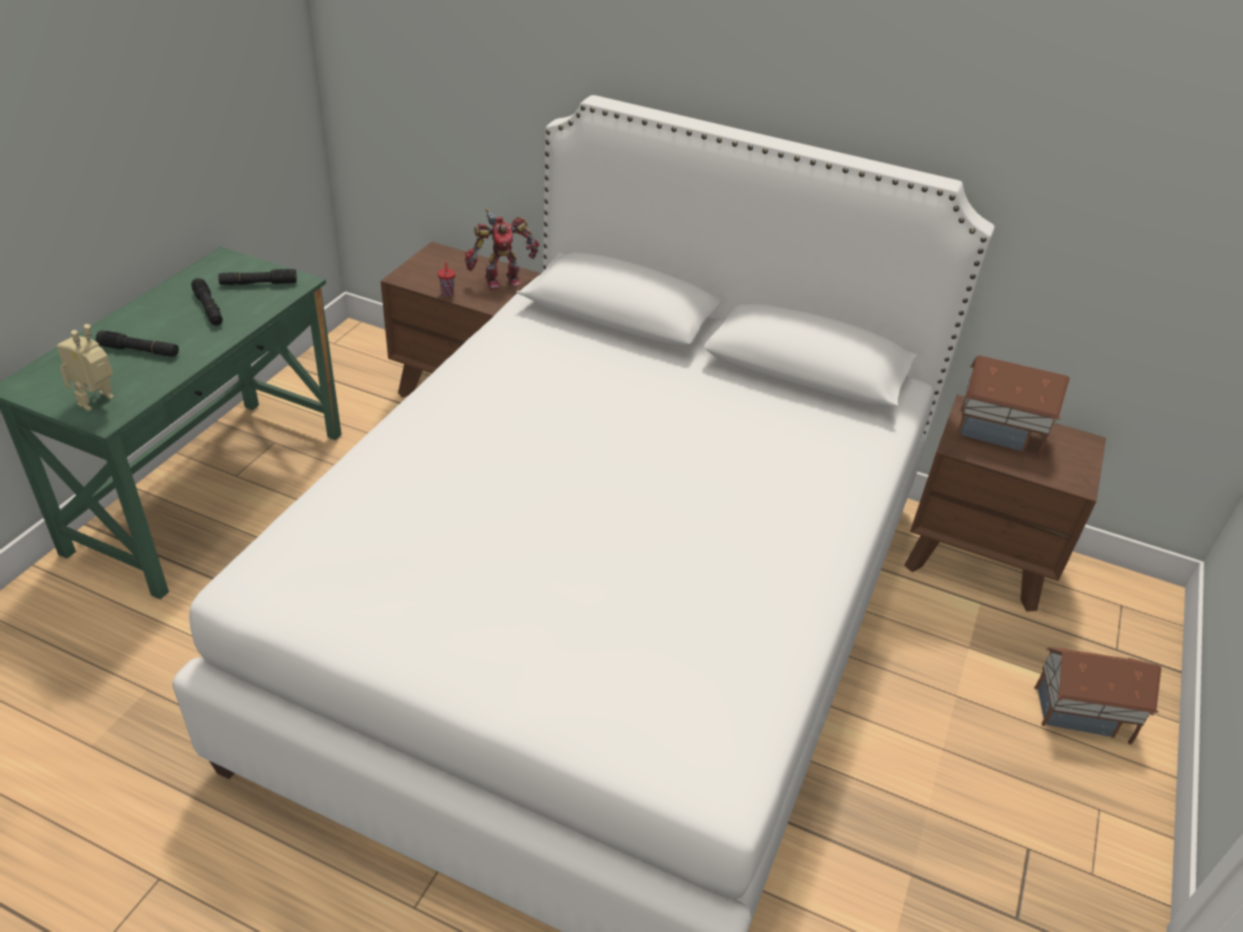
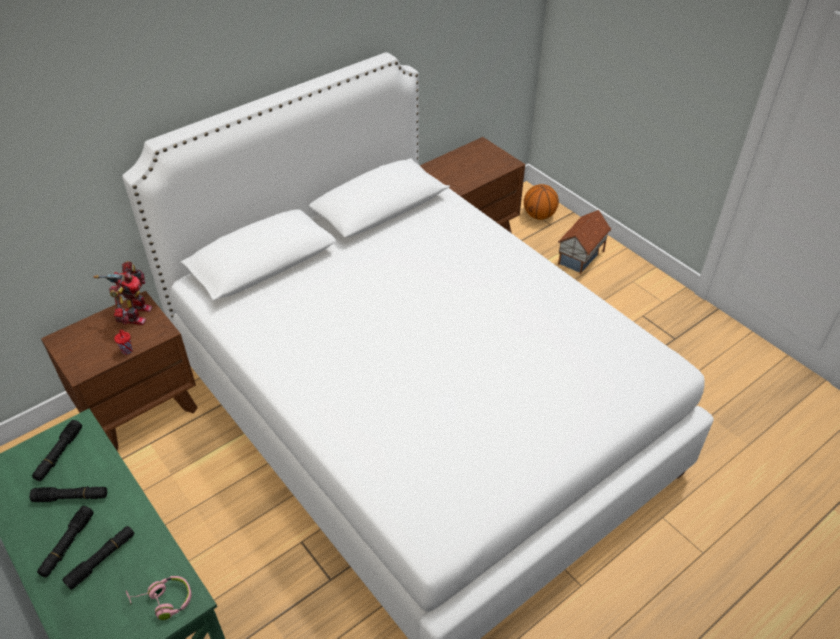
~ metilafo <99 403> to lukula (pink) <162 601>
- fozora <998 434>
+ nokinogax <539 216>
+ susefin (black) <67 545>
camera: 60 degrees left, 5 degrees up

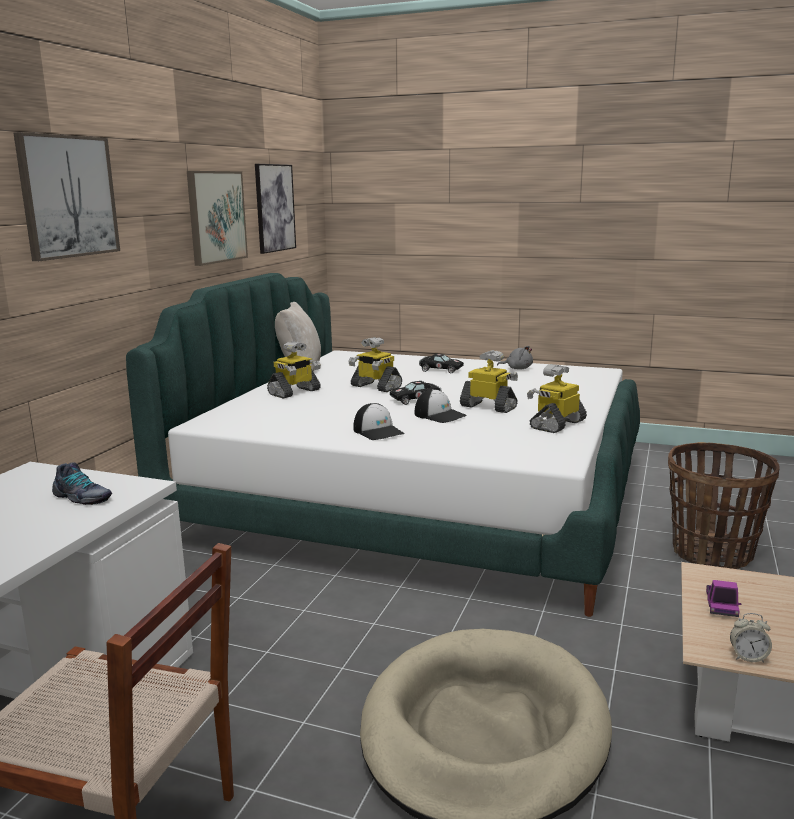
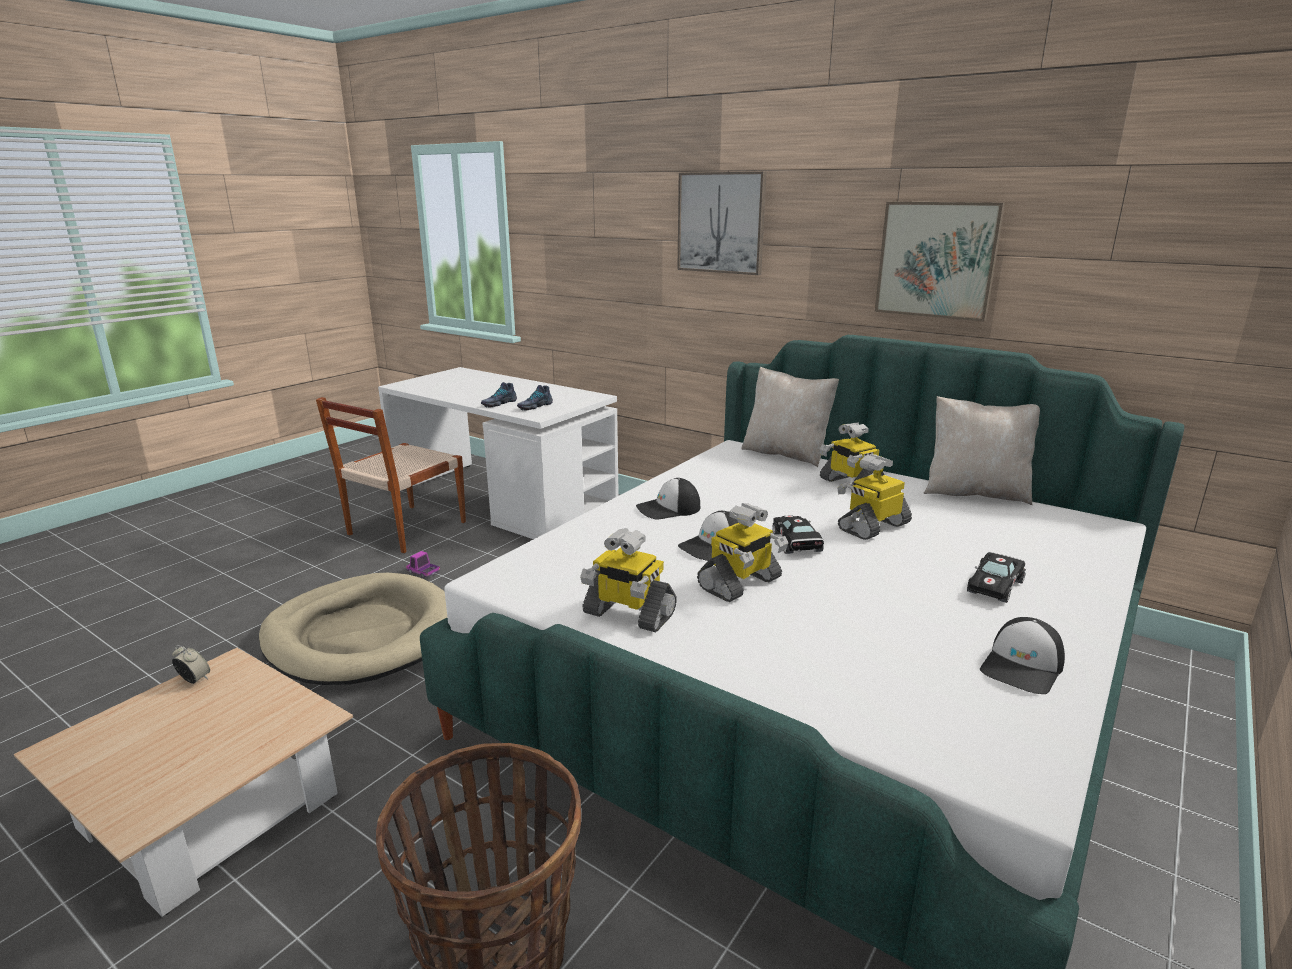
- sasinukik <274 208>
~ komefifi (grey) <517 368> to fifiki <1022 667>
~ metilafo <557 424> = <628 614> 150 degrees clockwise
~ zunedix <721 607> to <423 572>
~ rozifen <748 657> = <194 680> 90 degrees clockwise
+ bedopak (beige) <786 454>
+ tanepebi <498 403>
camera: 105 degrees right, 5 degrees up

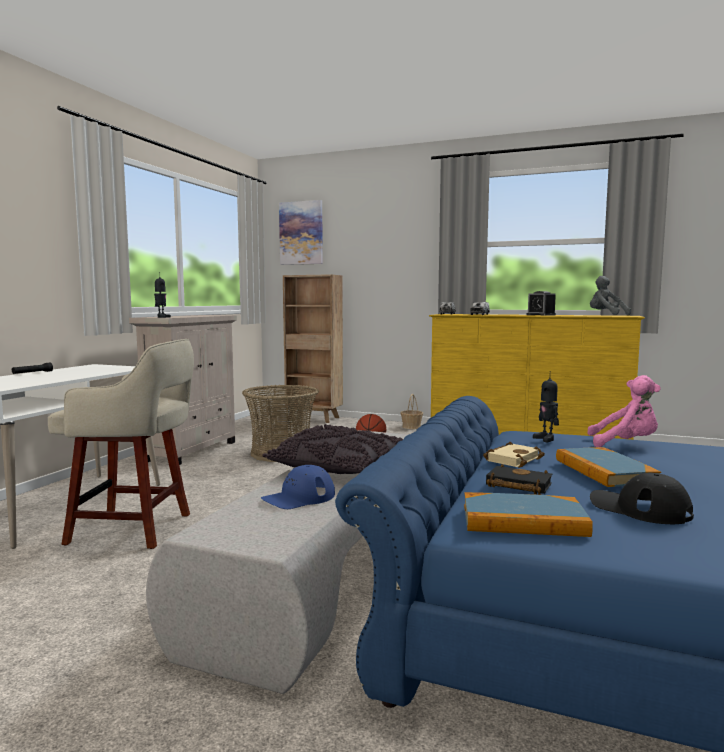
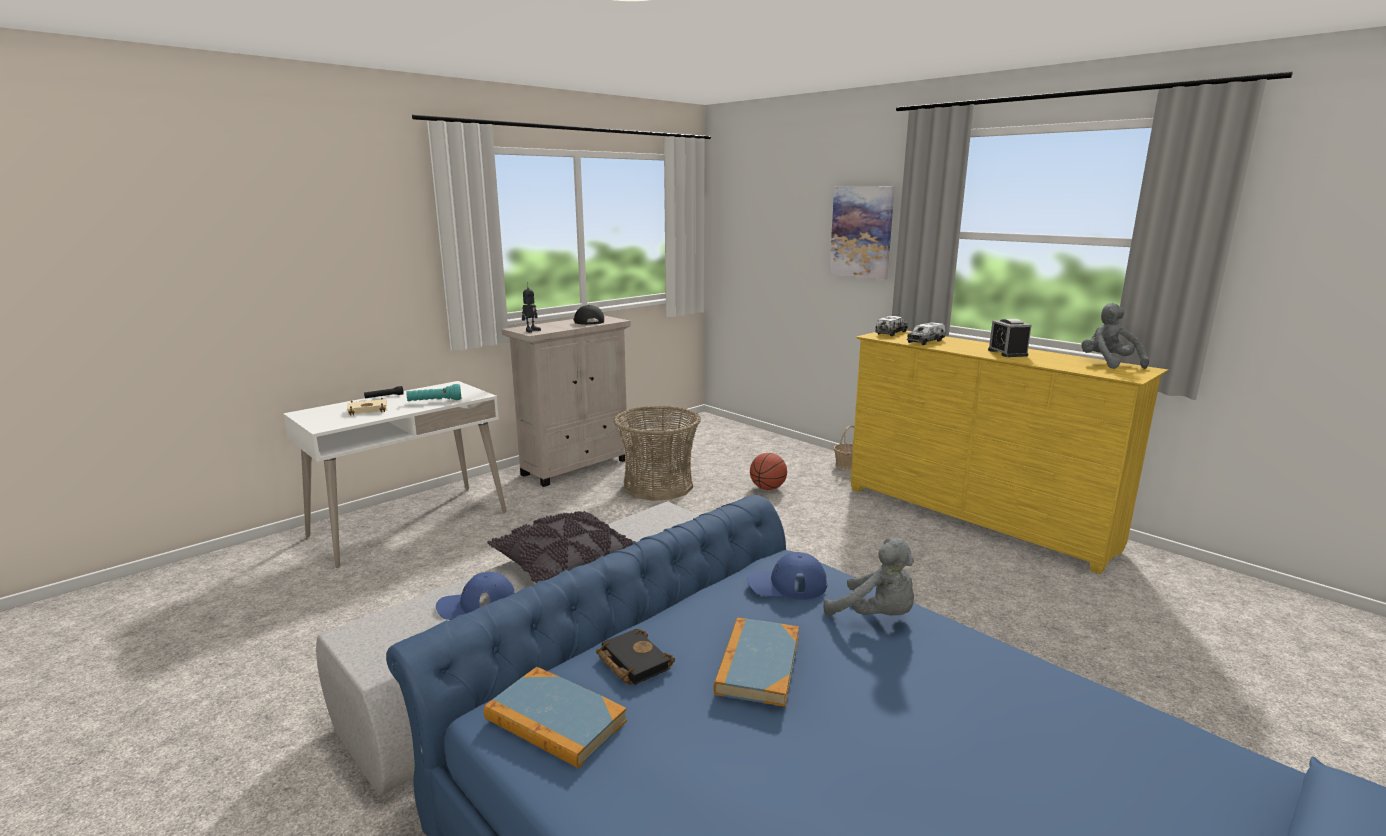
~ sasinukik <301 233> to <862 232>
- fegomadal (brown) <314 418>
- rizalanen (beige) <135 529>
~ metilafo <546 439> to fifiki (blue) <786 584>
~ komefifi (pink) <625 444> to komefifi (grey) <876 616>
~ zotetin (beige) <512 459> to <369 410>
~ fifiki (black) <639 508> to <588 321>
+ susefin (turquoise) <435 401>
camera: 25 degrees right, 10 degrees up

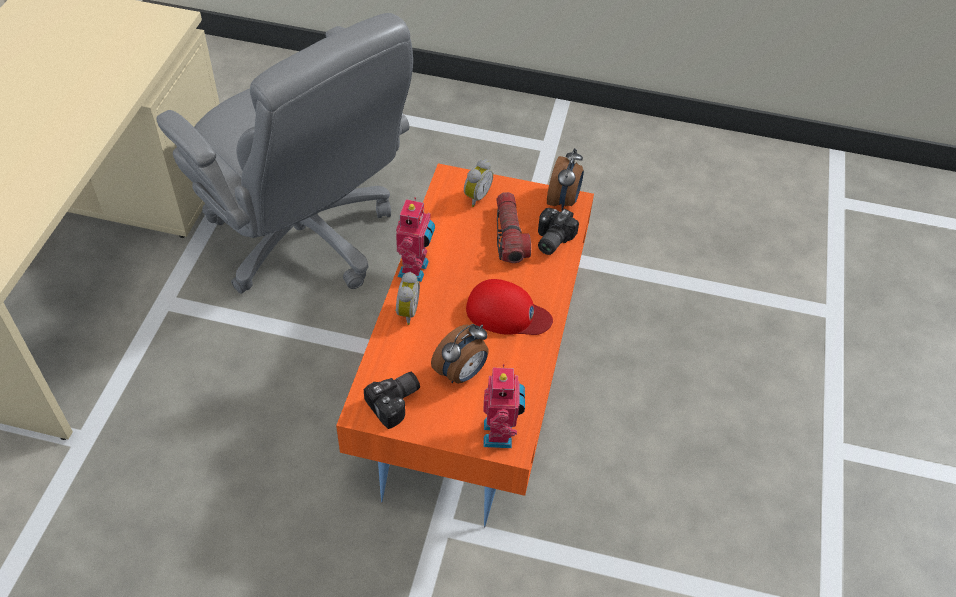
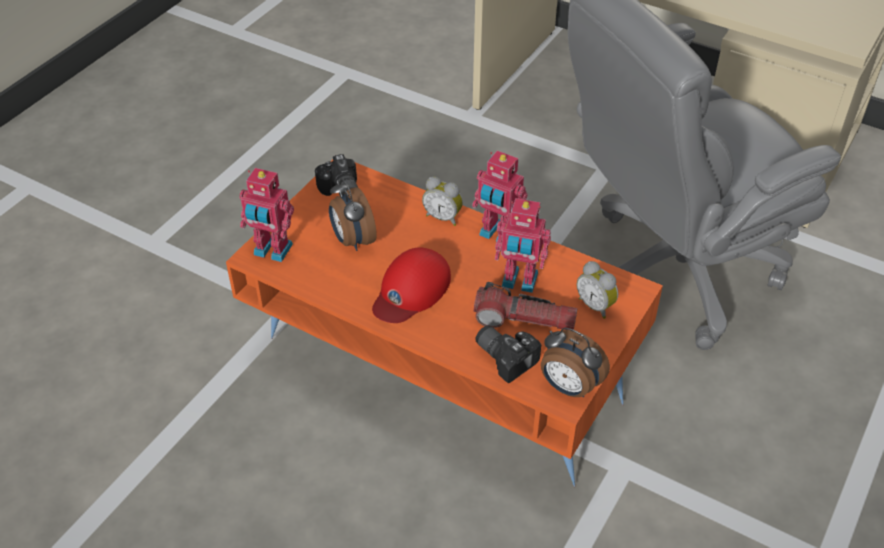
+ metilafo <519 282>
camera: 110 degrees right, 5 degrees down

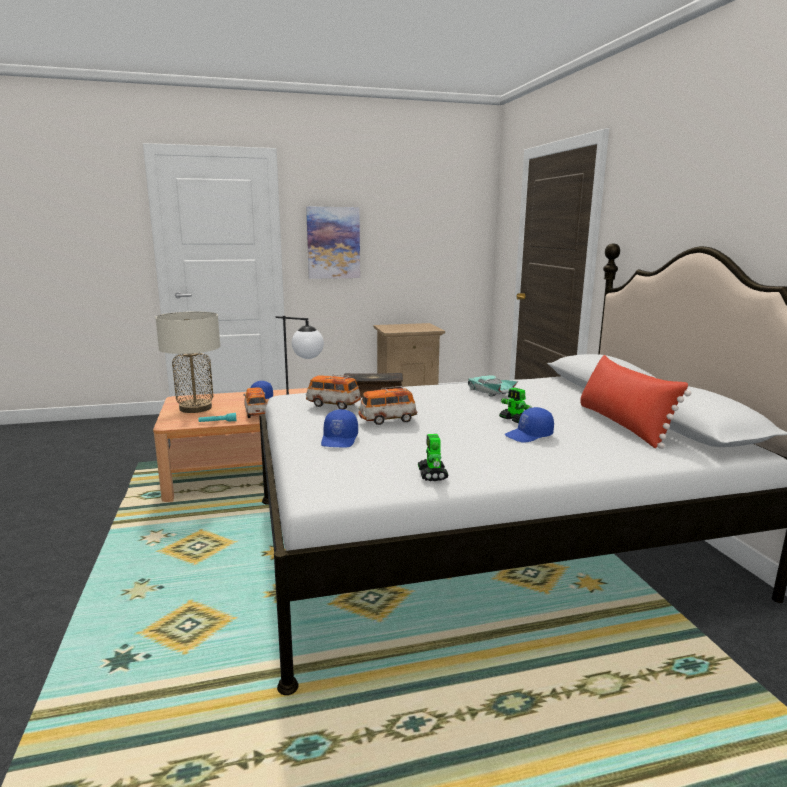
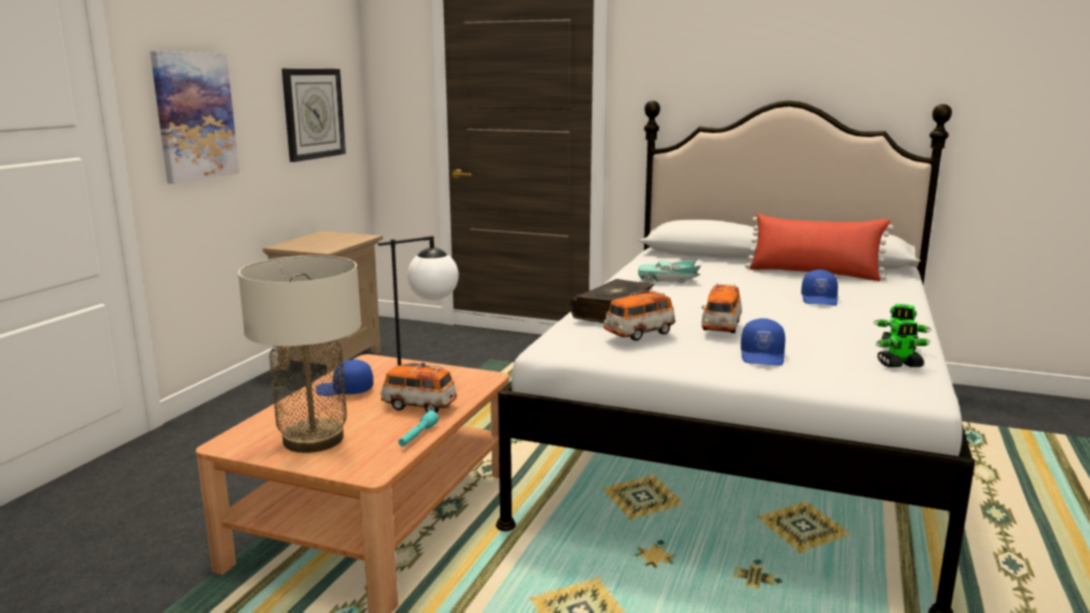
~ metilafo <515 420> to <900 364>
~ fifiki (blue) <340 440> = <763 356> 60 degrees clockwise
+ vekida <313 113>
camera: 55 degrees left, 0 degrees up

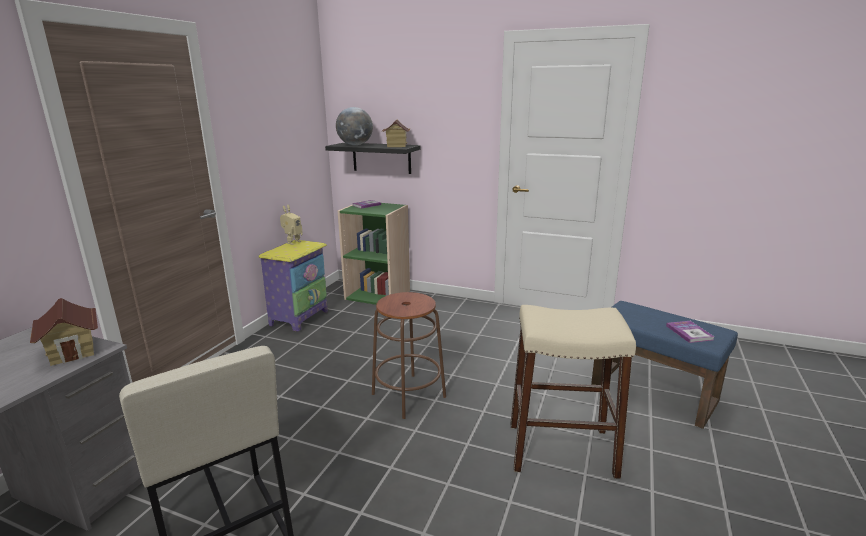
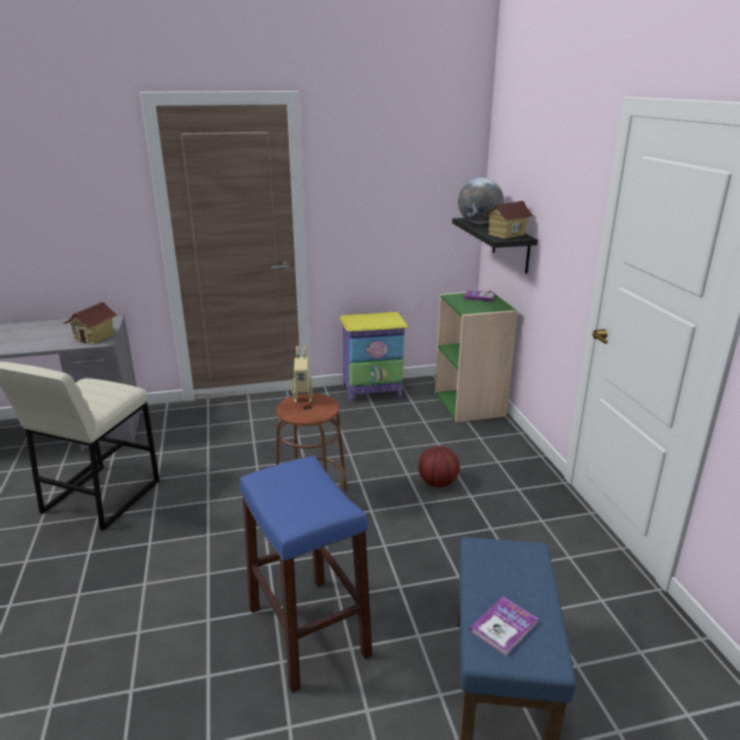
~ metilafo <292 242> to <303 398>
~ rizalanen (beige) <561 449> to rizalanen (blue) <308 631>
+ nokinogax <438 483>
camera: 55 degrees right, 5 degrees up

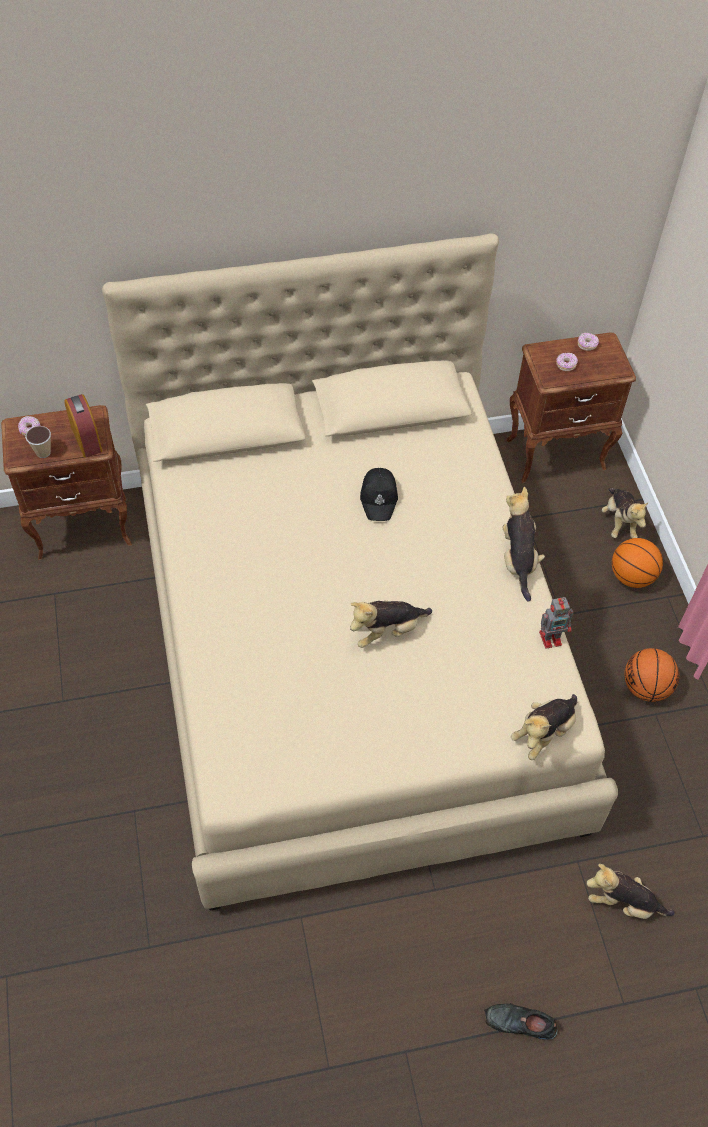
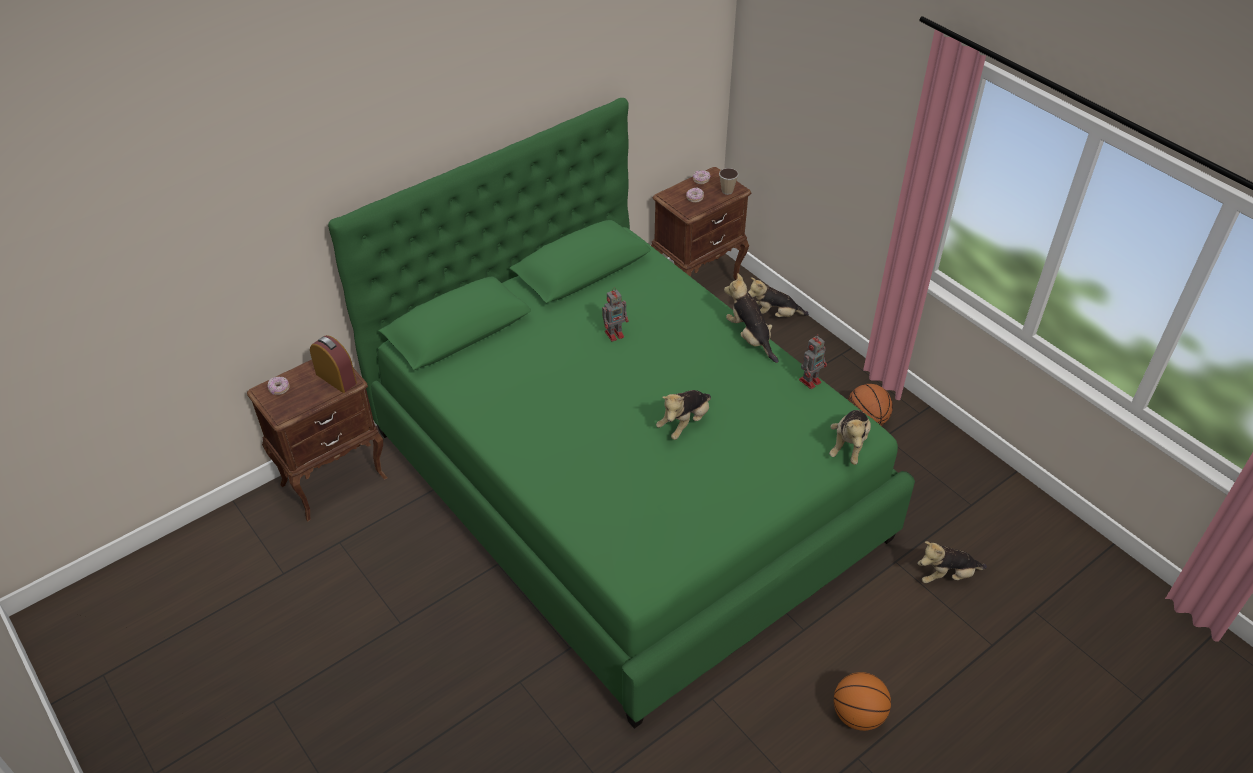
~ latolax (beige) <351 649> to latolax (green) <626 483>
~ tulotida <43 452> to <727 191>
~ fifiki (black) <379 497> to metilafo <615 334>
~ komefifi <619 522> = <773 316> 120 degrees clockwise
~ nokinogax <631 576> to <858 715>
- tanepebi (black) <518 1023>
camera: 25 degrees left, 10 degrees down

